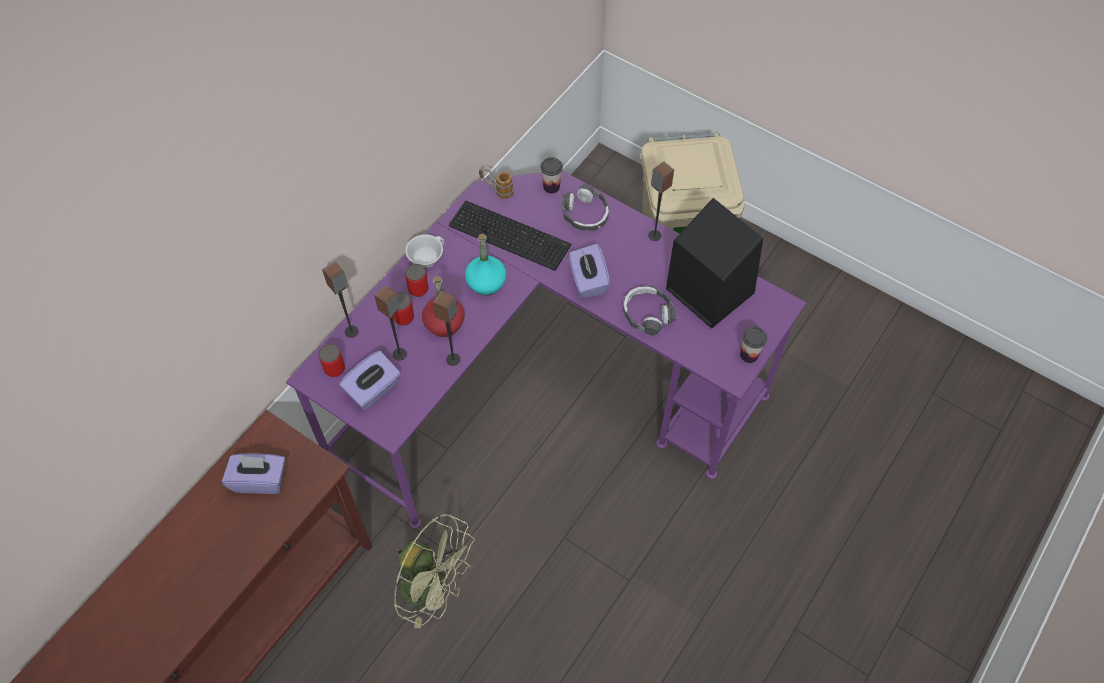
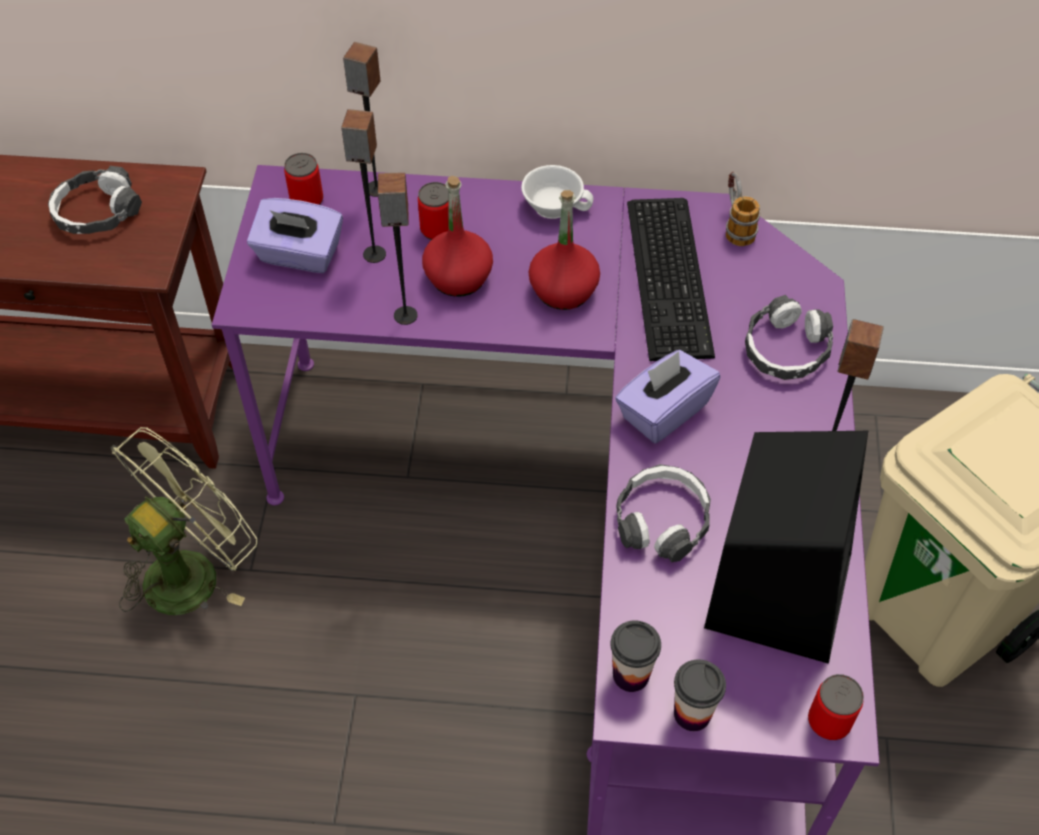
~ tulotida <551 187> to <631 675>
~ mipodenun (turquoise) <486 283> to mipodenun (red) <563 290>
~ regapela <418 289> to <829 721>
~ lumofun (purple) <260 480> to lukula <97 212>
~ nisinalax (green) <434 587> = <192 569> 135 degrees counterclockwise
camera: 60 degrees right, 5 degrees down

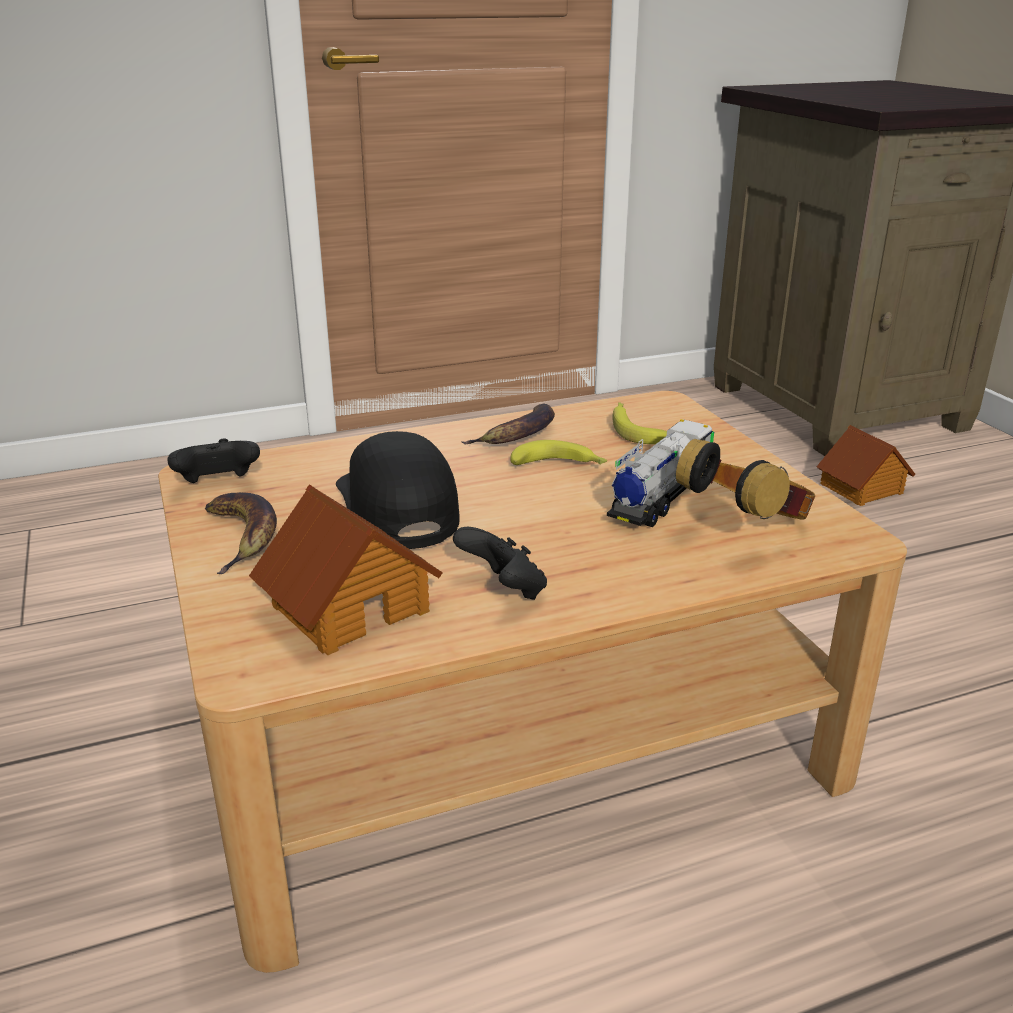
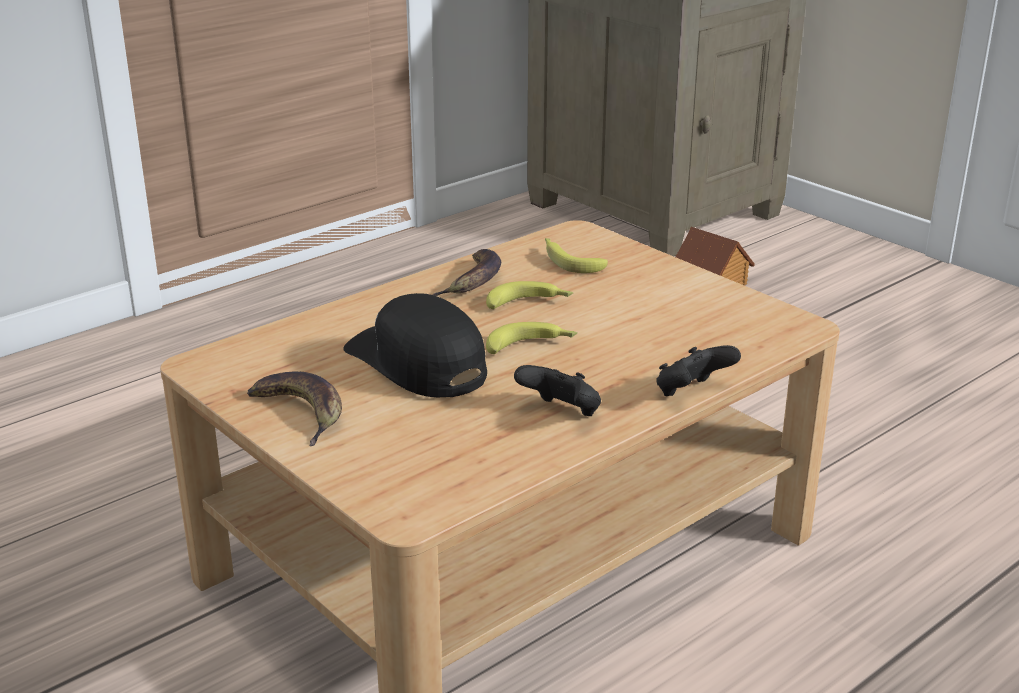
- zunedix <660 498>
~ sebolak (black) <218 484> to <692 393>
- lukula <747 529>
- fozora <349 606>
+ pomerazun <531 346>
camera: 20 degrees left, 0 degrees up

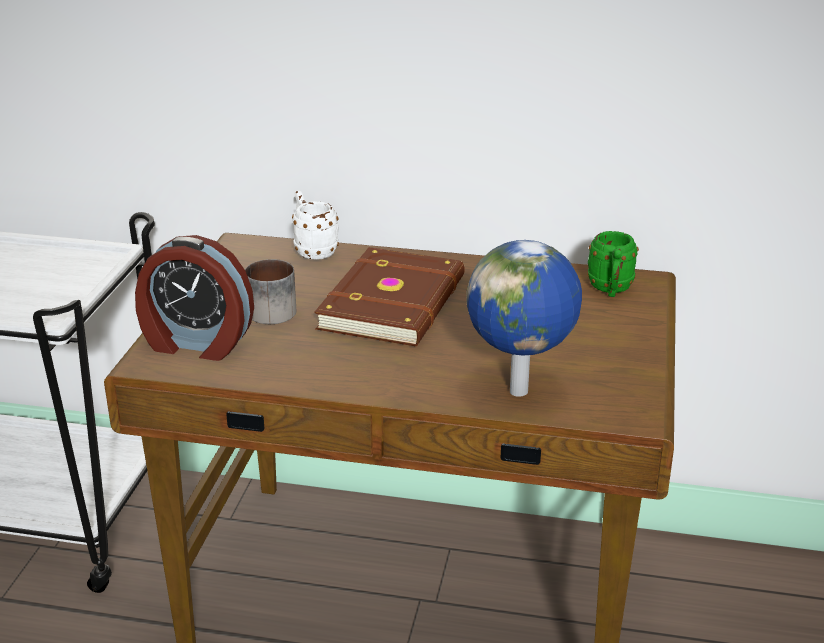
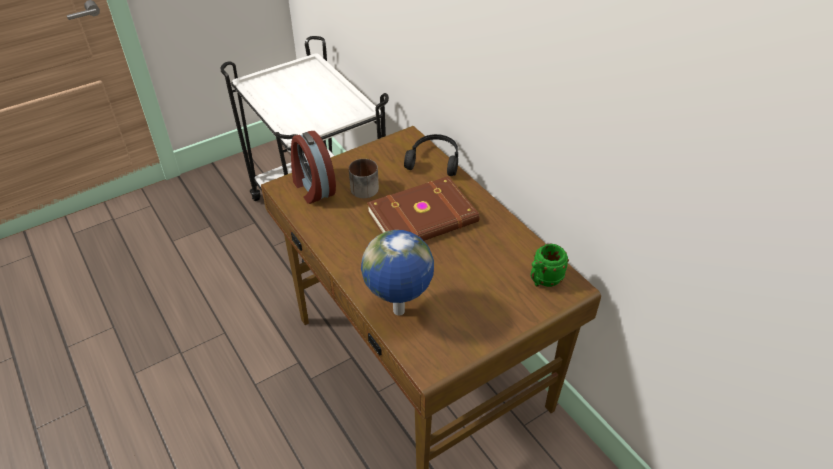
~ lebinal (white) <312 250> to lukula (black) <434 160>
camera: 45 degrees right, 15 degrees up

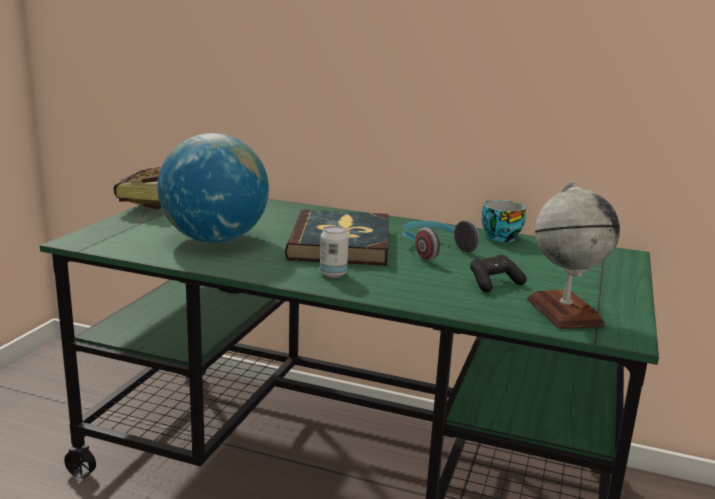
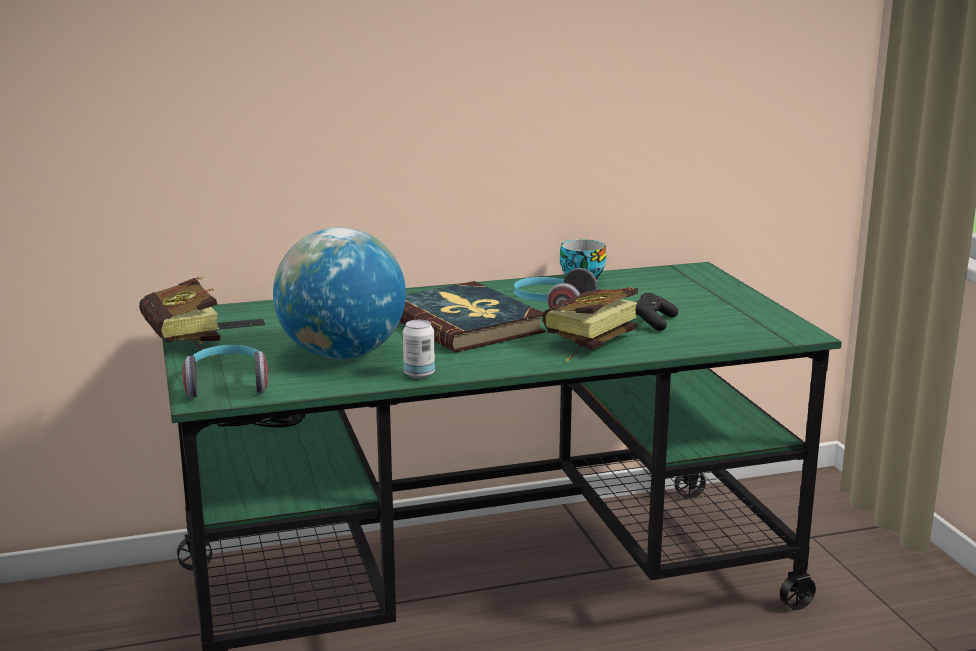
- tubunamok <564 312>
~ regapela <333 274> to <419 374>
+ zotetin <584 343>
+ lukula <227 384>
camera: 35 degrees left, 0 degrees up

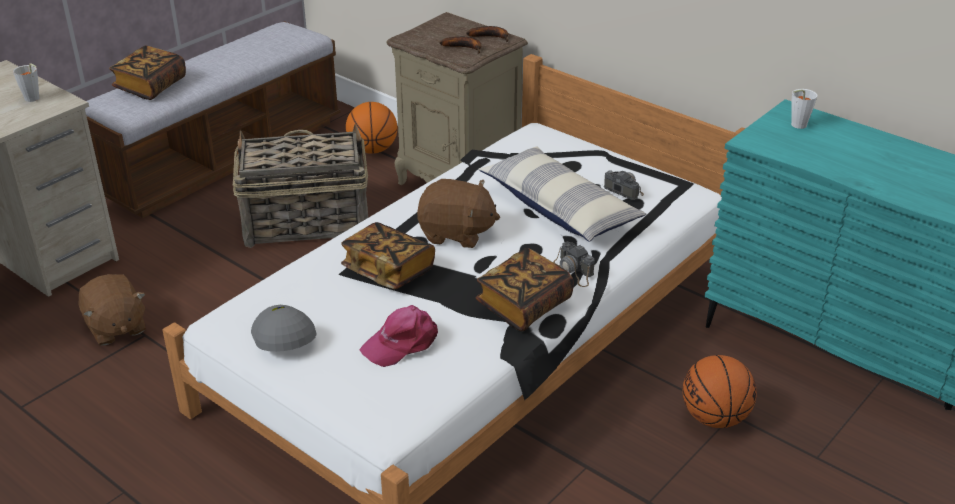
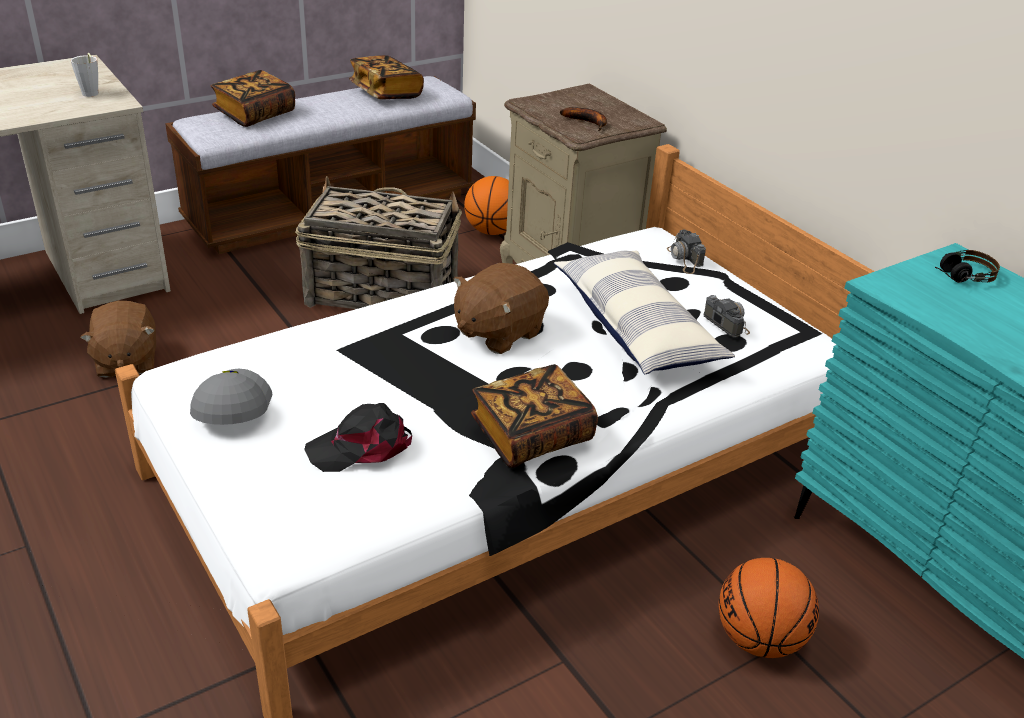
- pomerazun <491 37>
~ tulotida (white) <796 125> to lukula <956 278>
~ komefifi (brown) <456 233> = <498 332> 105 degrees clockwise
~ zotetin <388 270> to <386 93>
~ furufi <574 271> to <684 259>
~ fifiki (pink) <402 343> to fifiki (black) <361 447>
camera: 15 degrees right, 0 degrees up

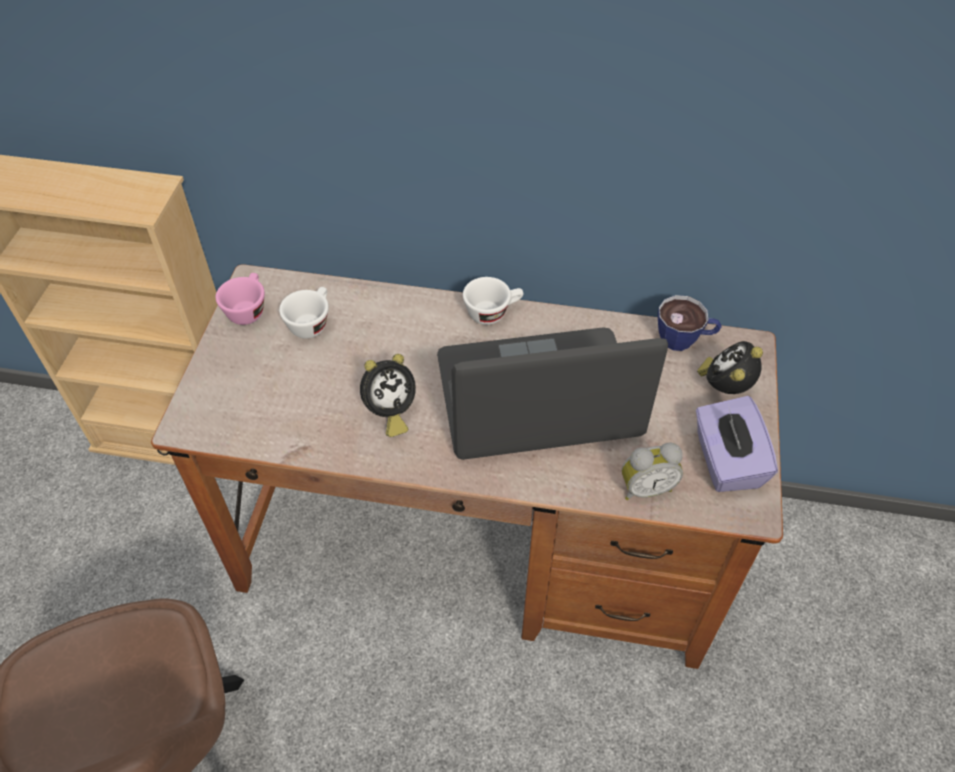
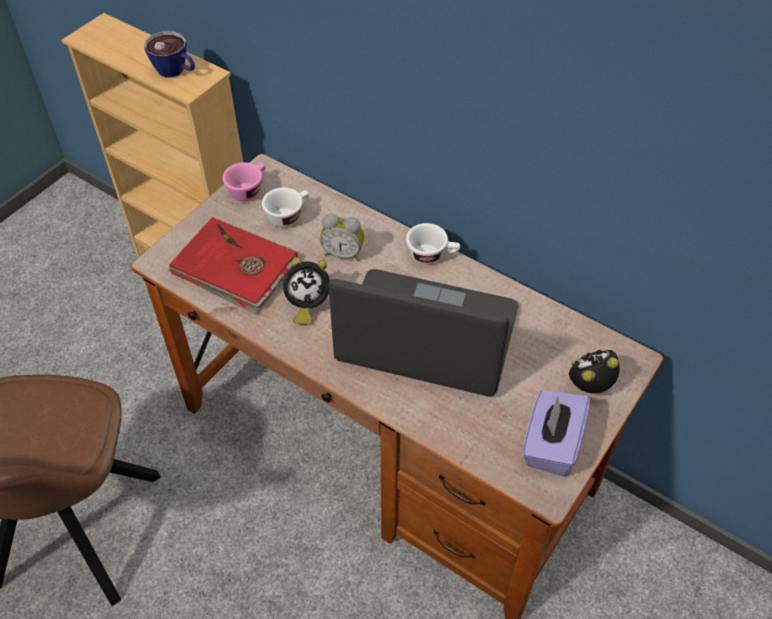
~ tulotida <684 339> to <176 71>
~ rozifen <645 487> to <343 253>
+ zotetin (red) <234 269>
camera: 25 degrees right, 0 degrees up

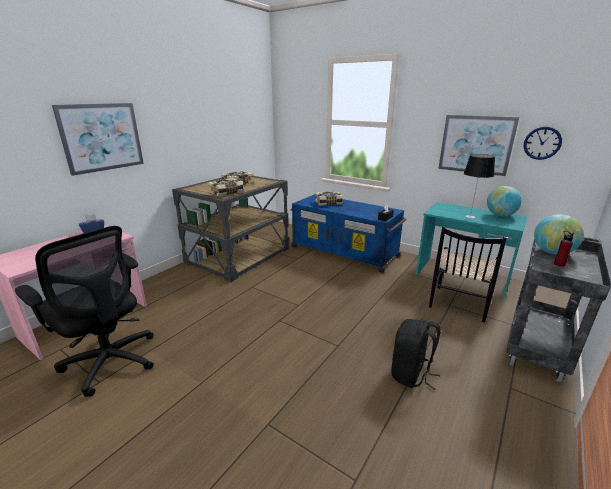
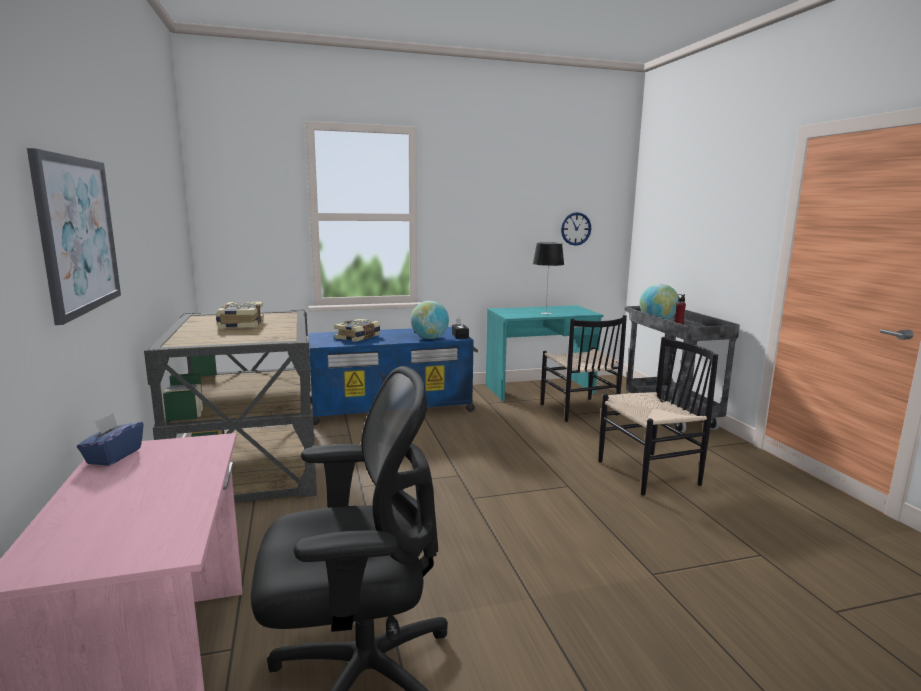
- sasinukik <476 144>
- zotetin <226 192>
~ tubunamok <500 215> to <429 338>
~ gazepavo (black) <411 374> to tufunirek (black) <652 473>
camera: 50 degrees left, 10 degrees down

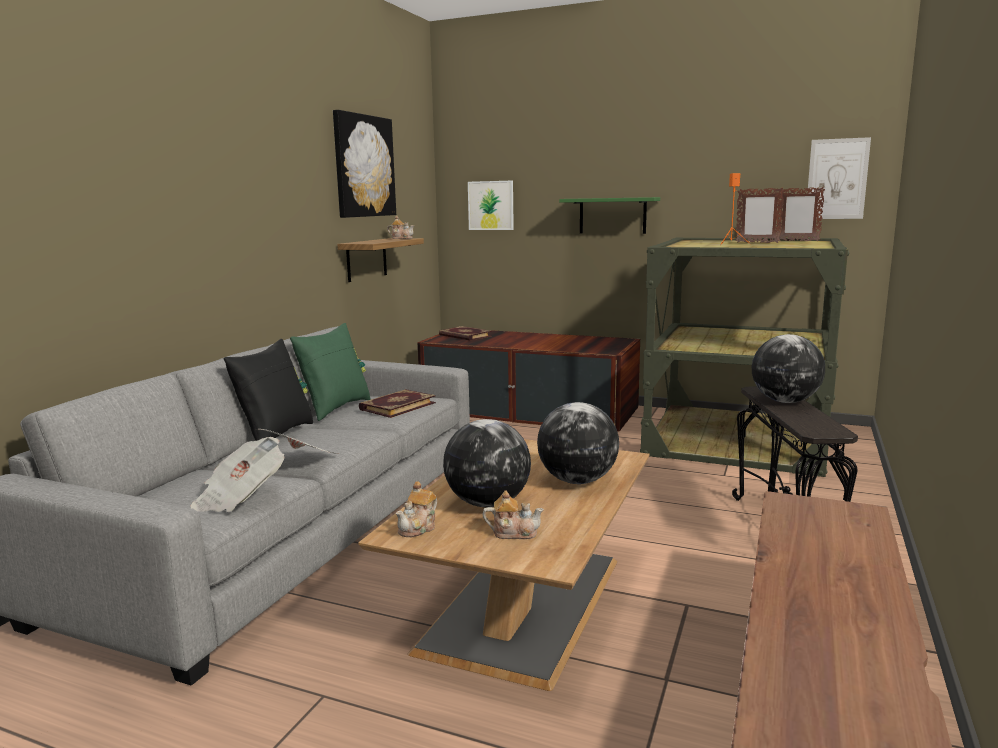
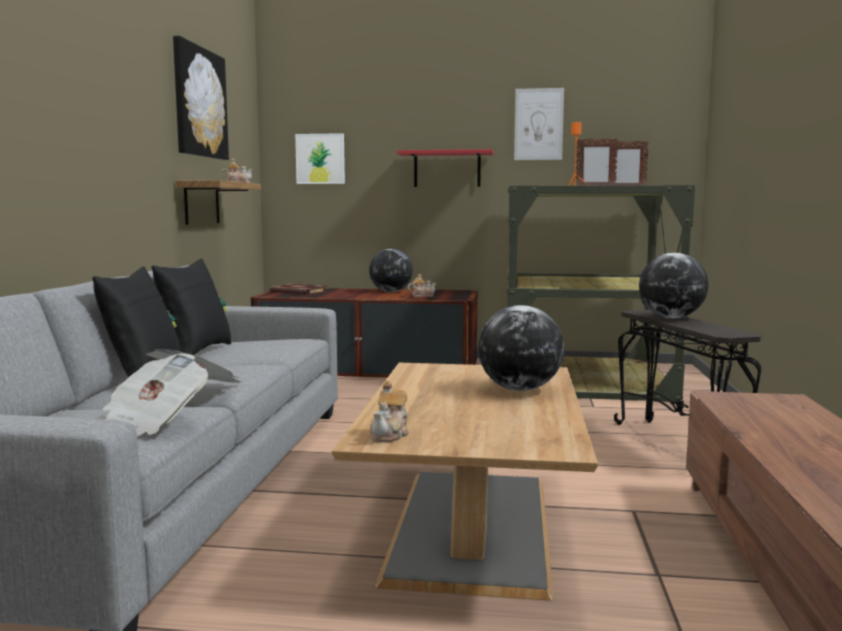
~ sasinukik <837 179> to <538 124>
~ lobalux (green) <612 215> to lobalux (red) <447 169>
~ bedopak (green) <335 409> to bedopak (black) <196 352>
- zotetin <397 406>
~ tubunamok <487 503> to <390 292>
~ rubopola <513 533> to <422 296>
camera: 15 degrees left, 5 degrees down

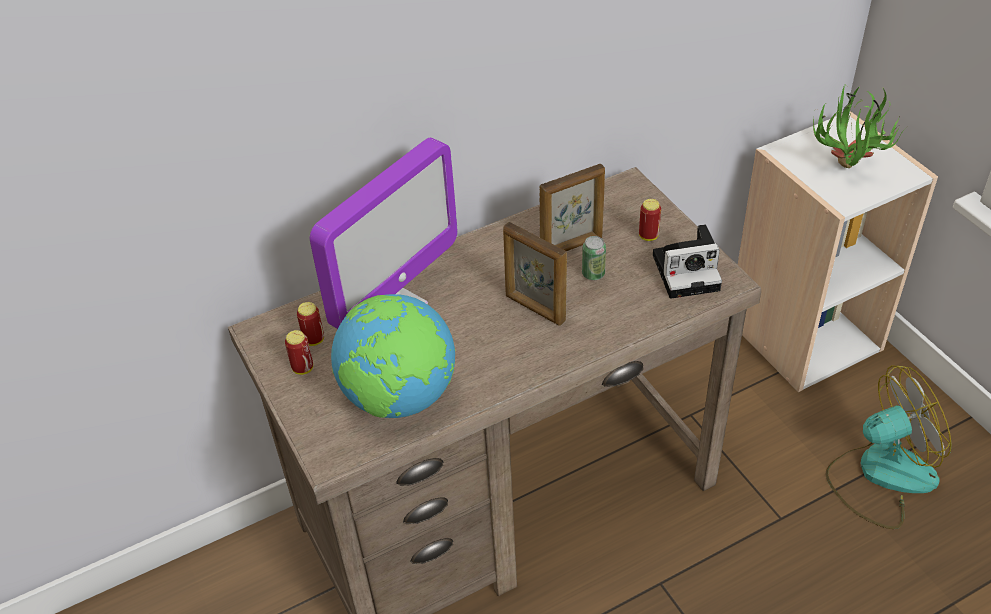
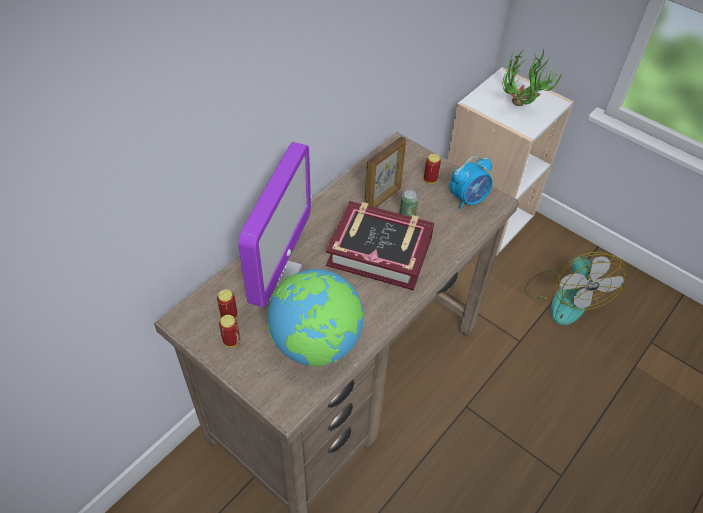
~ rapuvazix <534 308> to zotetin <380 251>
~ furufi <688 271> to rozifen <468 199>
~ nisinalax <880 475> = <564 296> 120 degrees clockwise
camera: 25 degrees left, 5 degrees up

